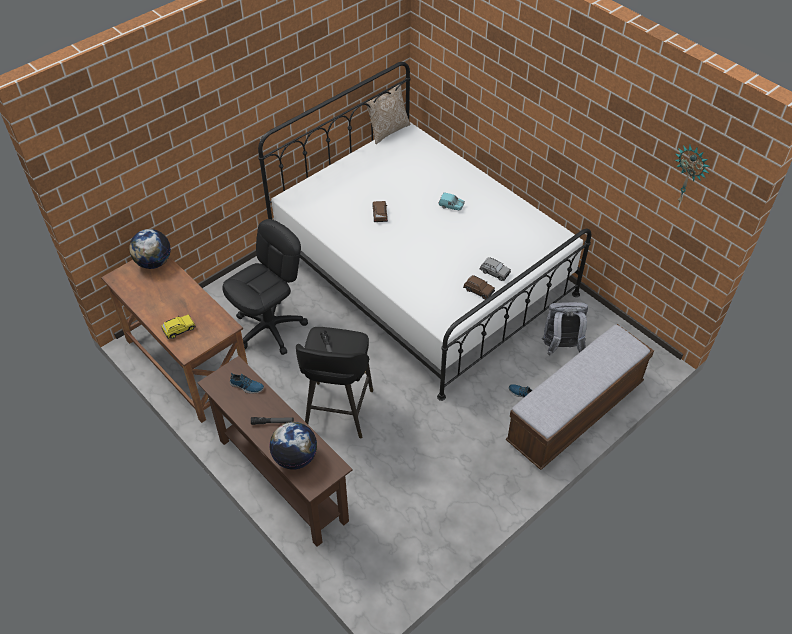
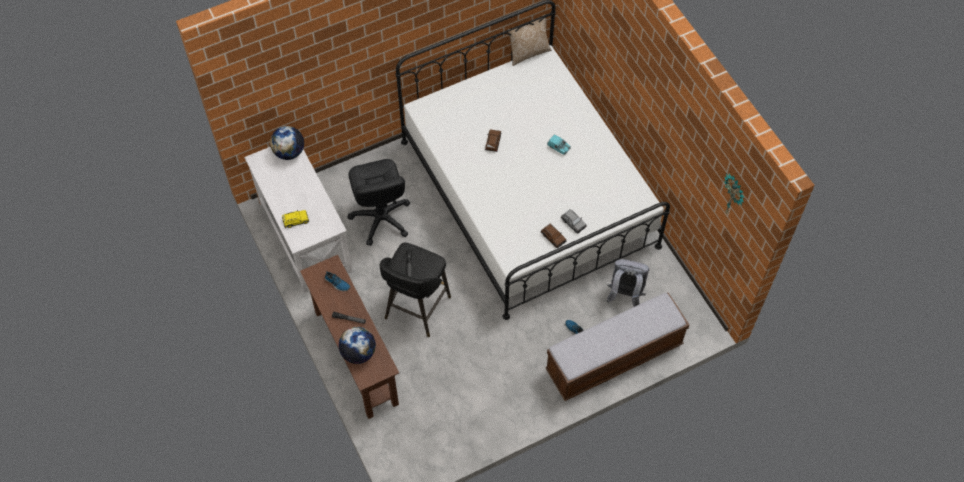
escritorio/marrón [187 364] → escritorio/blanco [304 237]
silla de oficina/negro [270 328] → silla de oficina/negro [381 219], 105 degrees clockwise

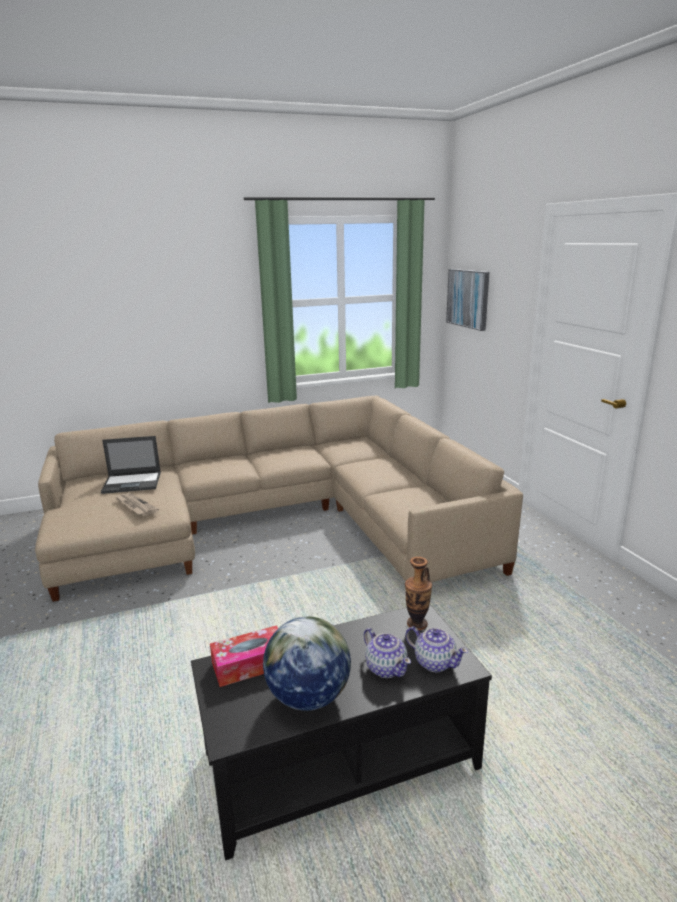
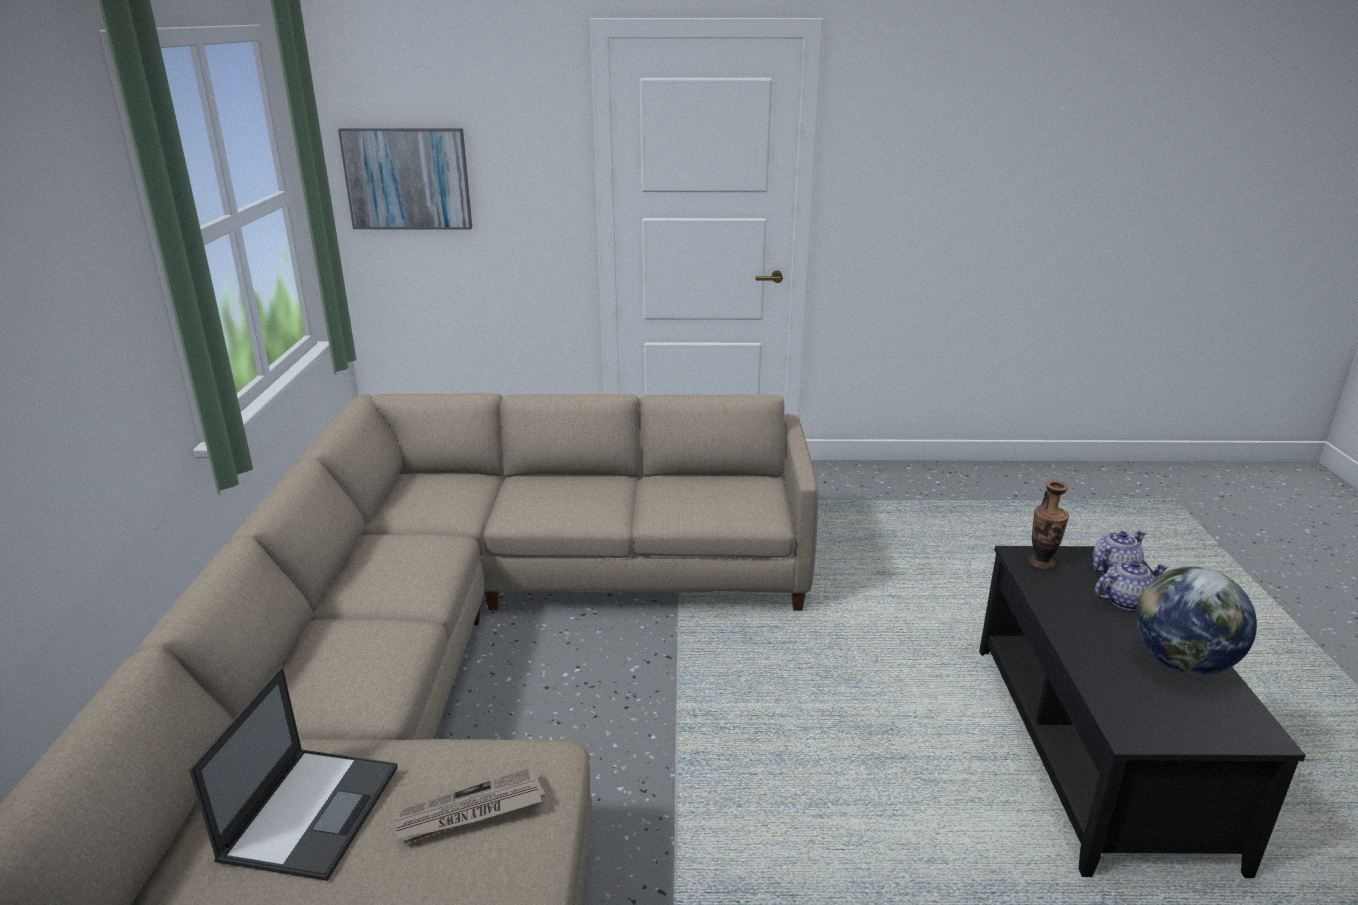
caja de pañuelos [250 664] → -

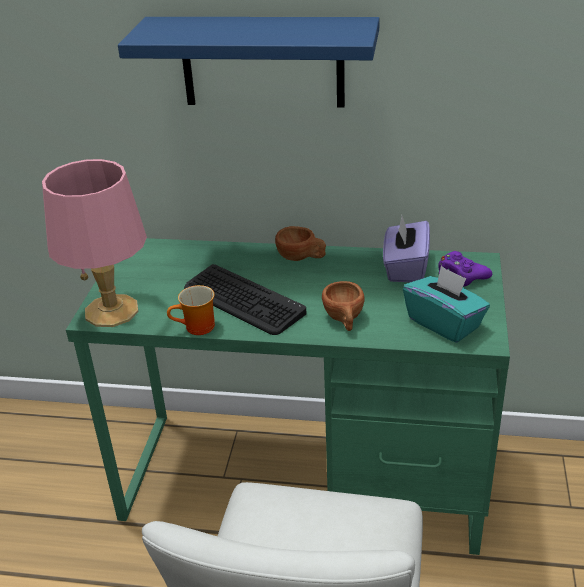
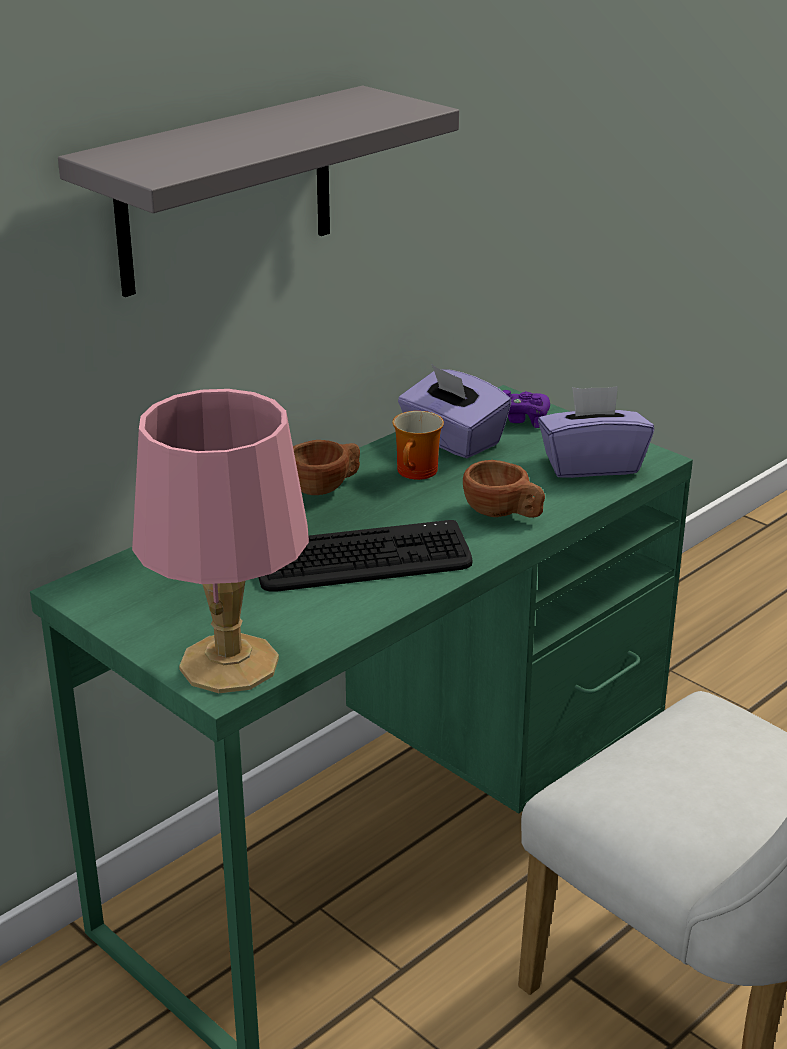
estante/azul [262 62] → estante/gris [226 191]
taza grande [197 329] → taza grande [419 473], shifted
caja de pañuelos/turquesa [444 323] → caja de pañuelos/morado [591 465]

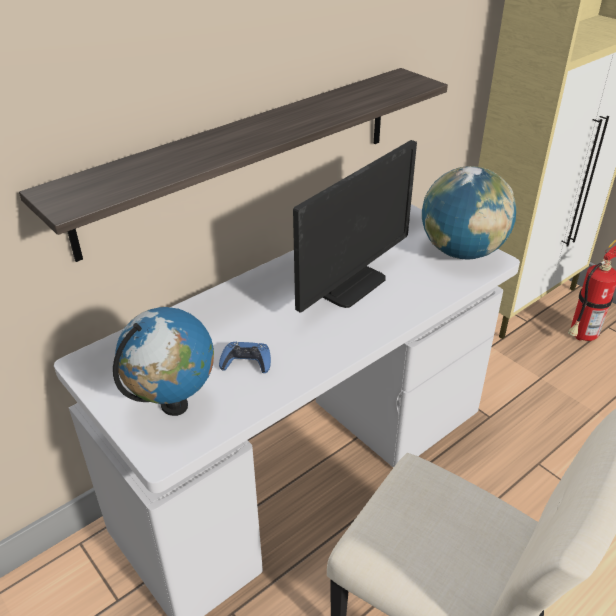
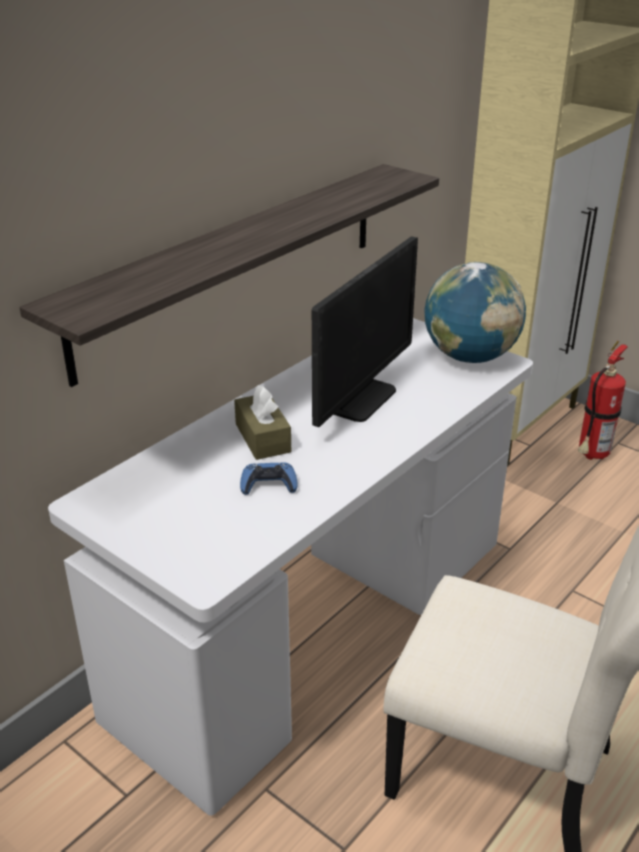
globo terráqueo [174 405] → -
- → caja de pañuelos/marrón [263 438]

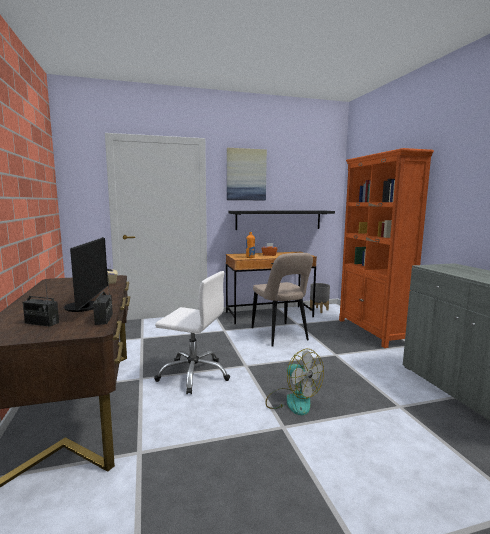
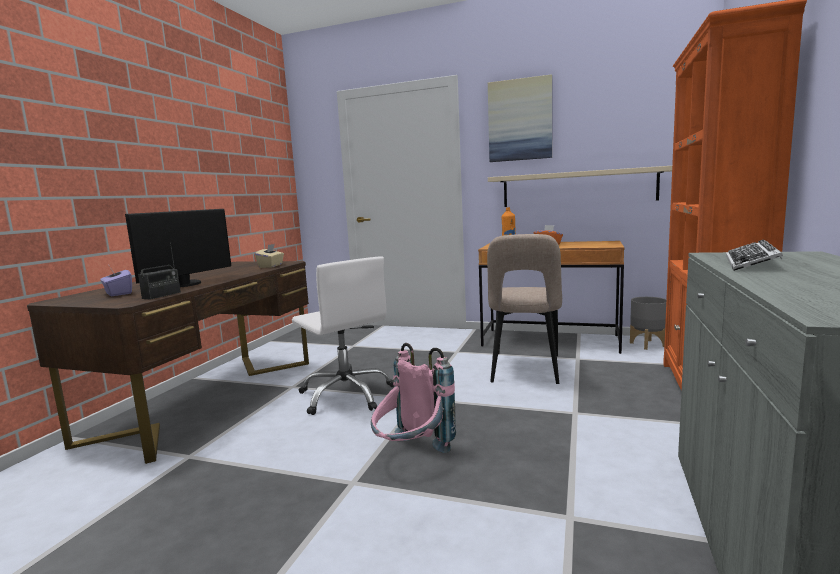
radio [42 323] → caja de pañuelos/morado [118 293]
estante/negro [278 220] → estante/beis [578 188]
ventilador [292 400] → mochila/rosa [412 455]
- → teclado [751 263]

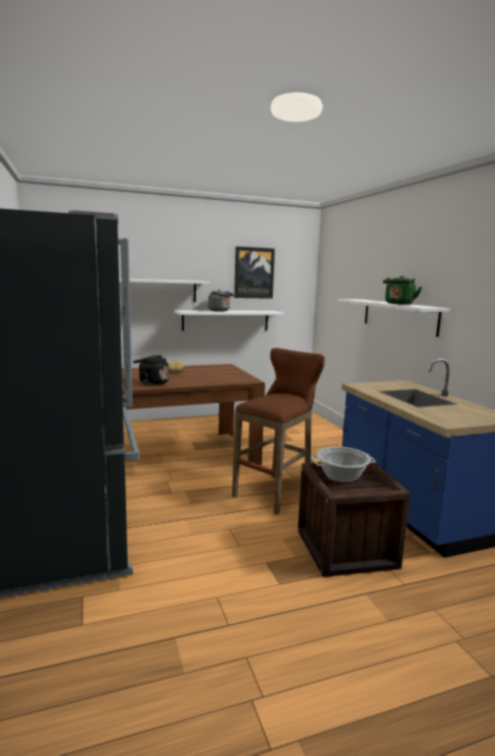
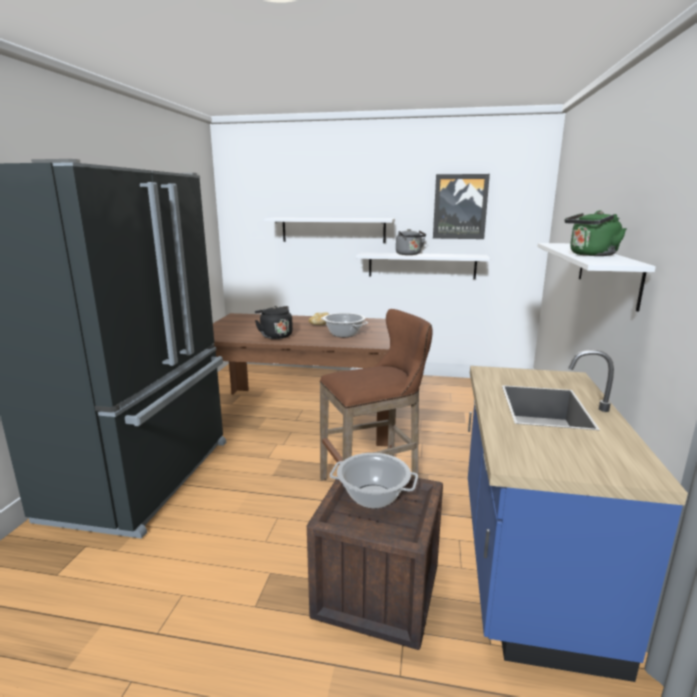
- → olla [343 334]

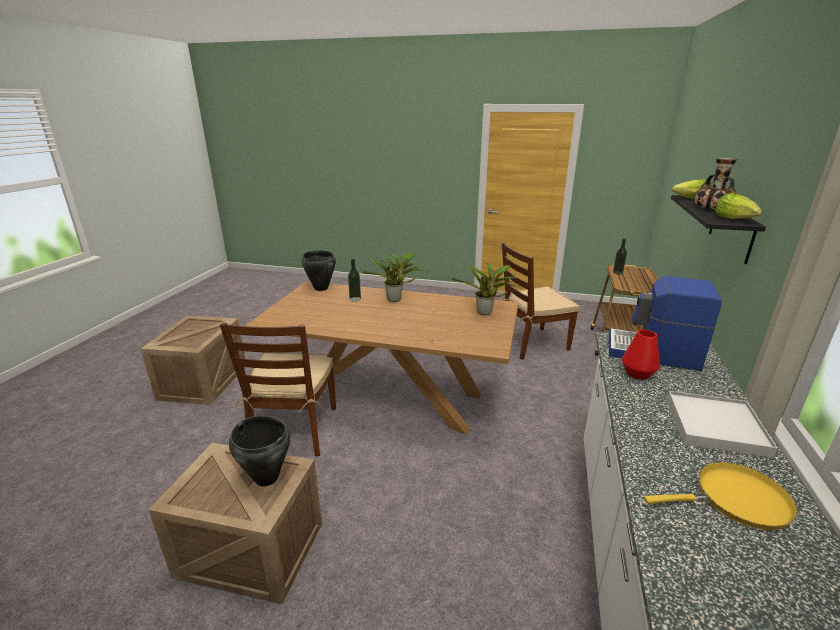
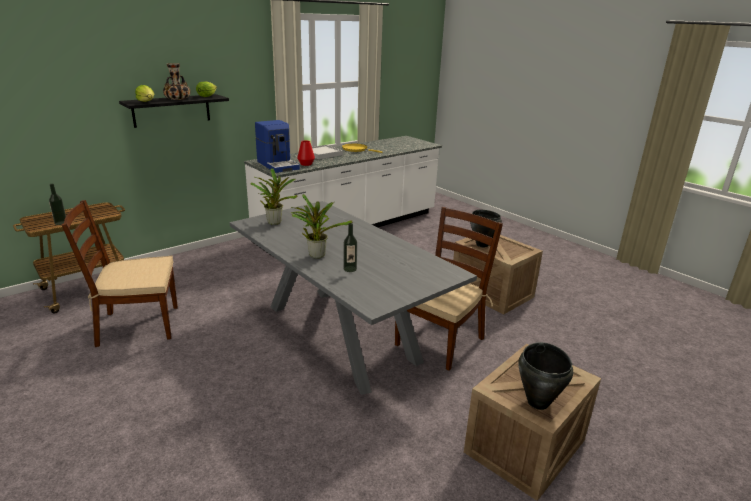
mesa de comedor/marrón [392 398] → mesa de comedor/gris [340 333]
olla/negro [321 288] → olla/negro [538 402], shifted
silla/marrón [531 343] → silla/marrón [137 325], 150 degrees clockwise

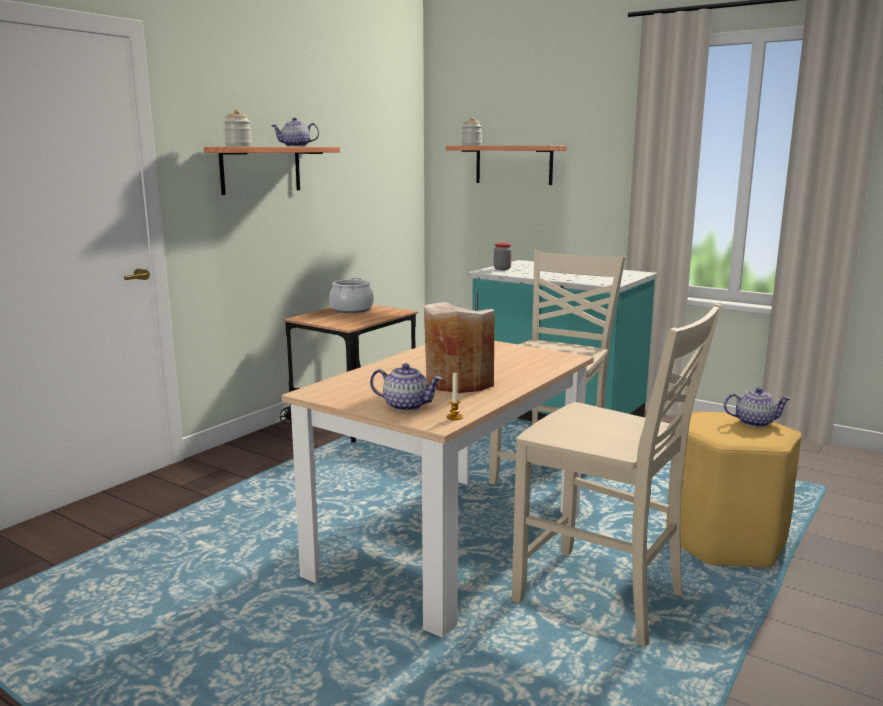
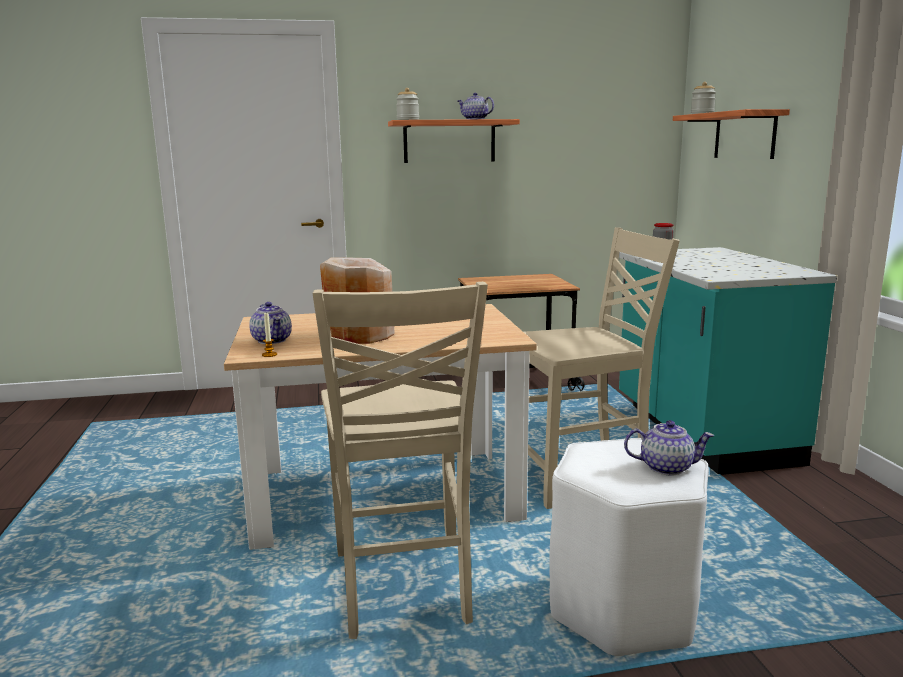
olla [352 309] → -
taburete/amarillo [724 541] → taburete/blanco [622 609]
tetera [754 422] → tetera [667 467], 45 degrees counterclockwise

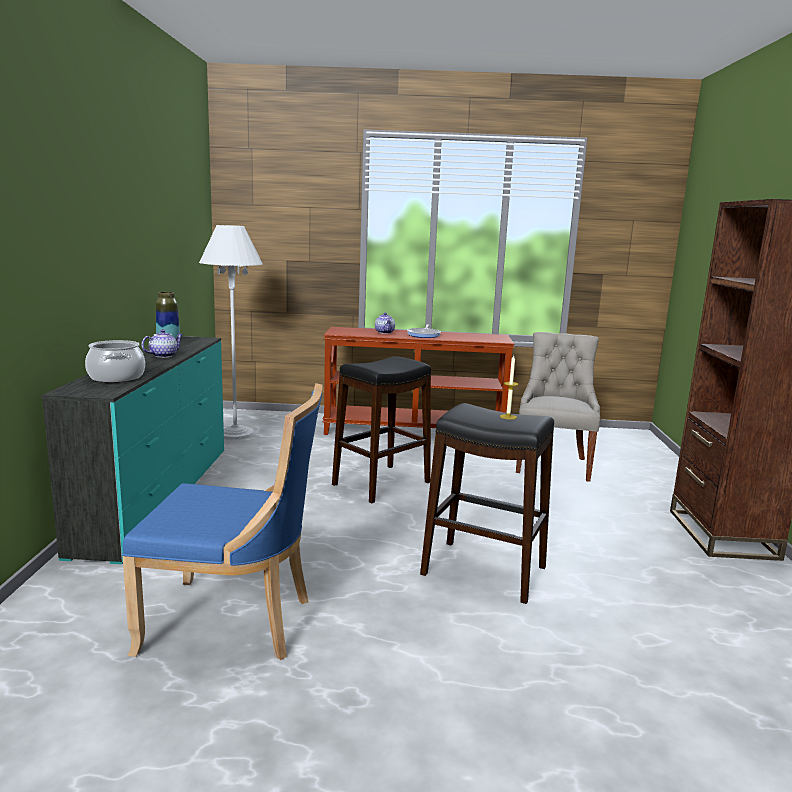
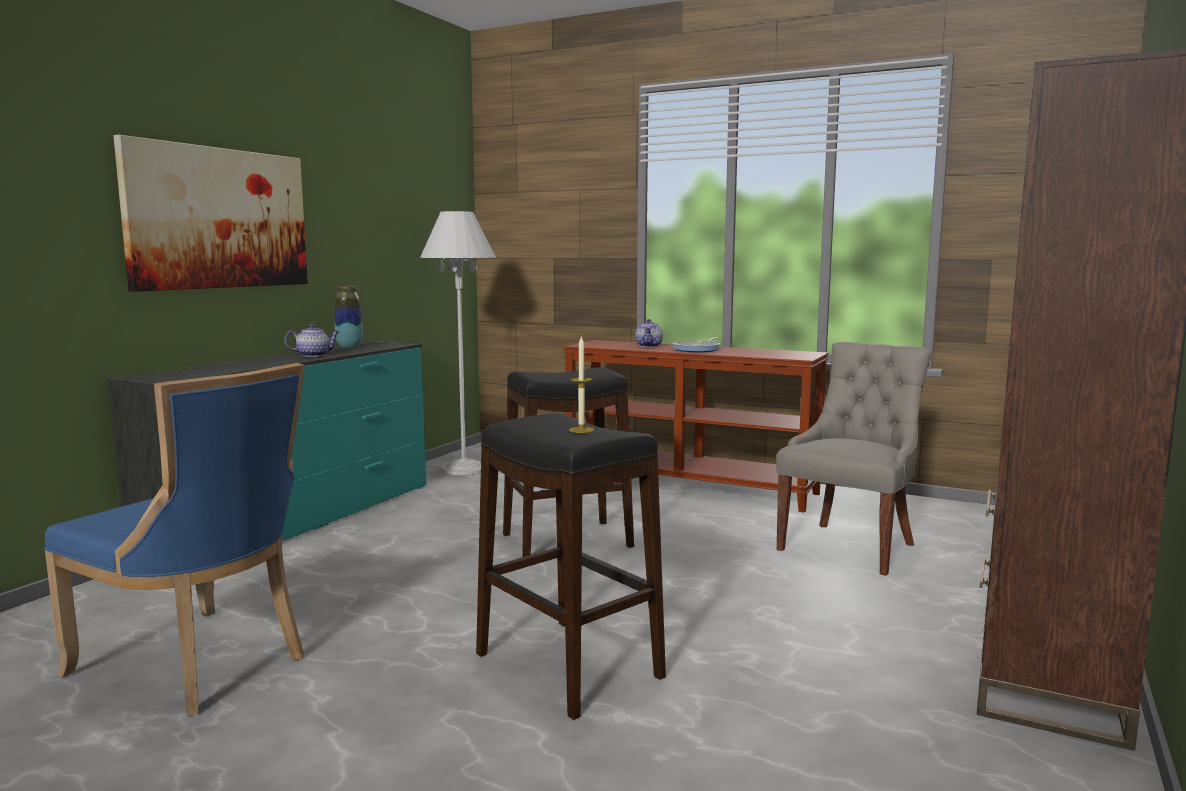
olla [117 377] → -
- → cuadro [219 218]

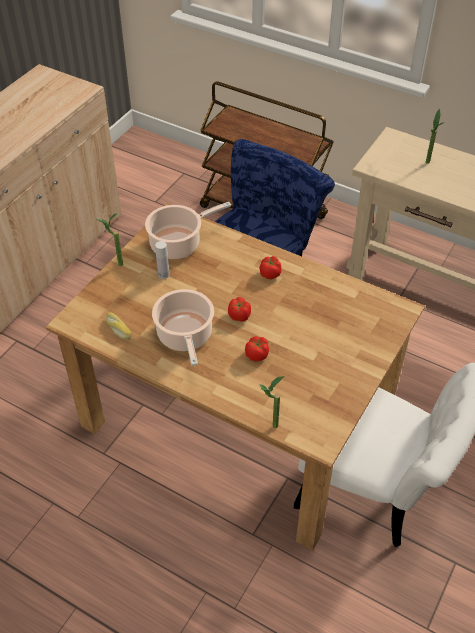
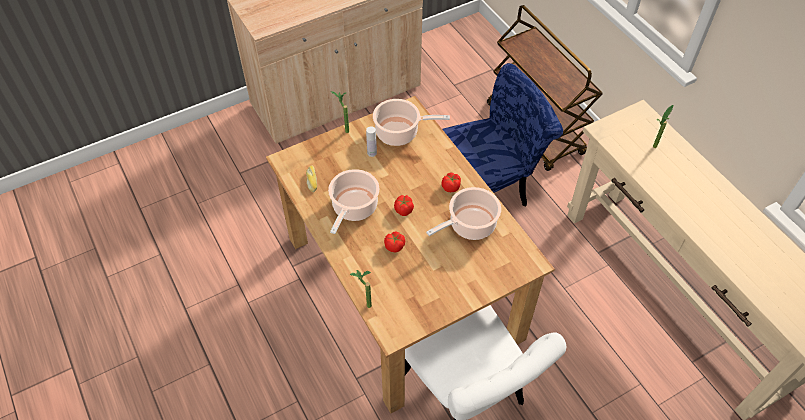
- → olla [469 225]

